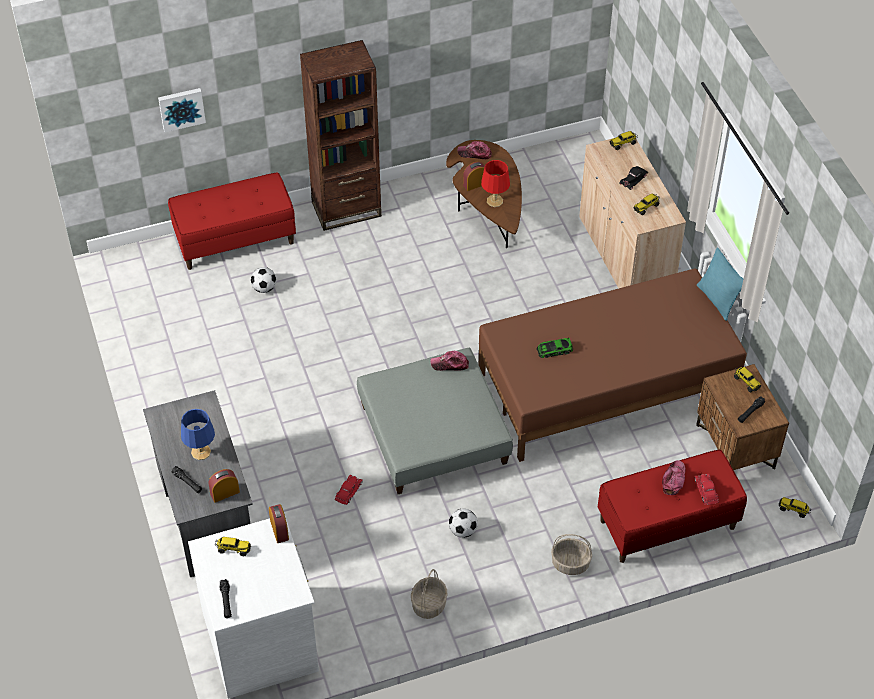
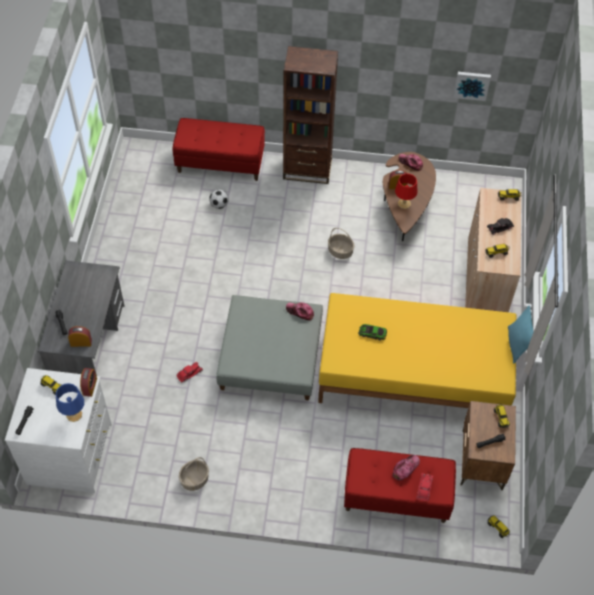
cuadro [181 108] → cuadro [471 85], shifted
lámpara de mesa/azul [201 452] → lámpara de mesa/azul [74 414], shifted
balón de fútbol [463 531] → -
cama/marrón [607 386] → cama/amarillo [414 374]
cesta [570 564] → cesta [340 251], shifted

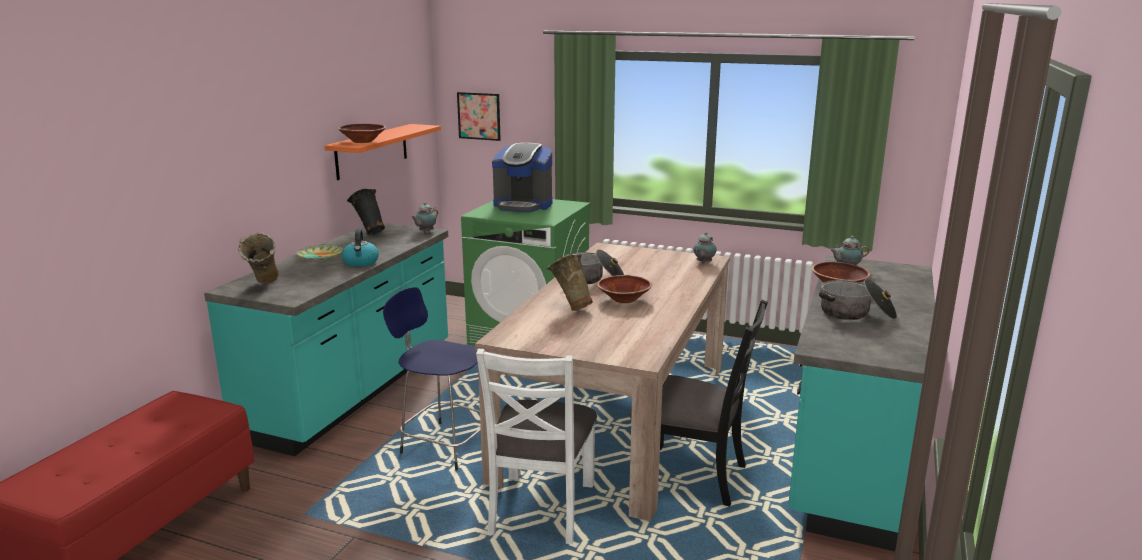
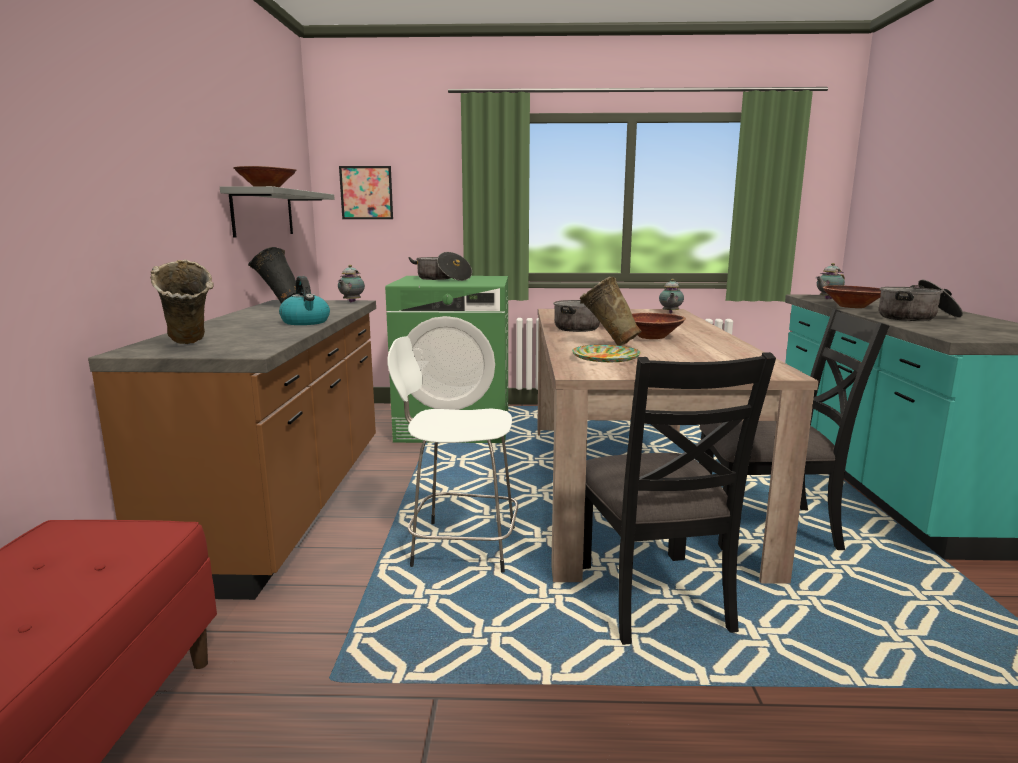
mueble bajo de cocina/turquesa [353 391] → mueble bajo de cocina/marrón [287 506]
plato [320 256] → plato [606 358], shifted
estante/naranja [372 151] → estante/gris [263 213]
taburete/azul [444 445] → taburete/blanco [460 546]
silla/blanco [541 508] → silla/negro [652 596]
cafetera [523 205] → olla [442 279]

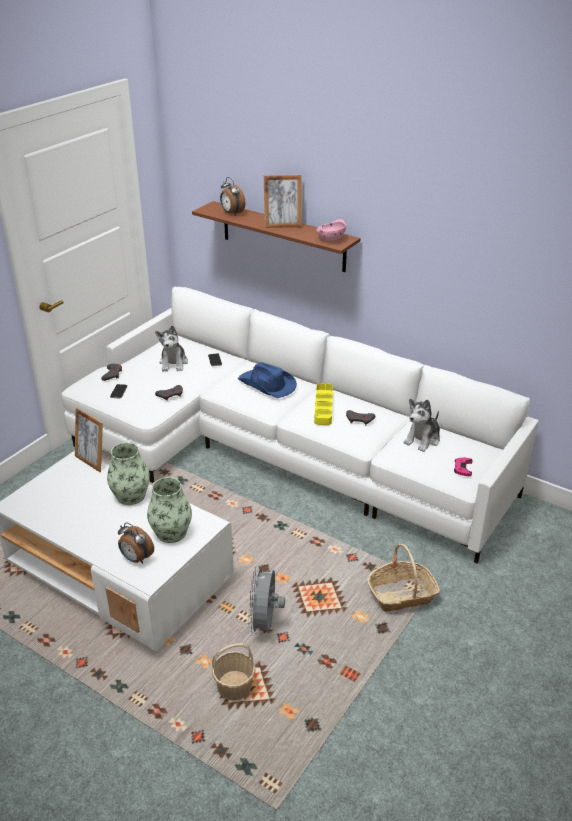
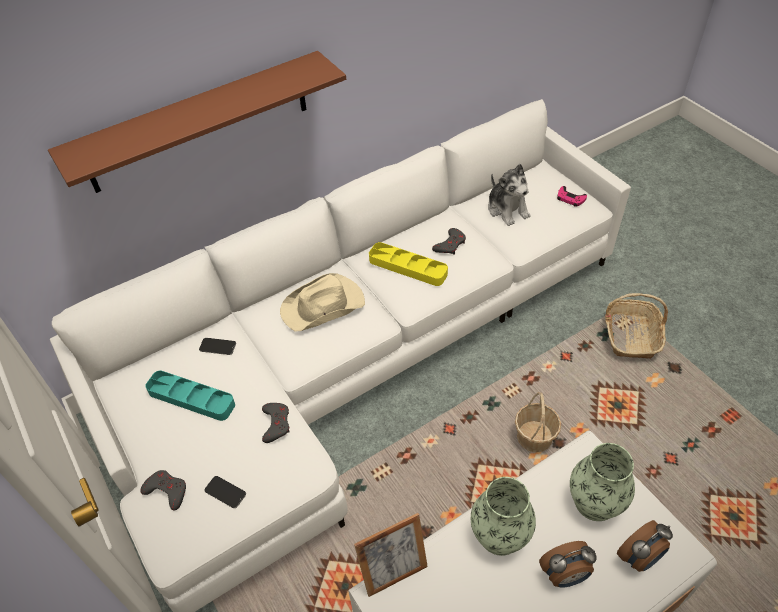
peluche [174 363] → bandeja/turquesa [191 398]
cesta [234 686] → cesta [534 437], shifted
despertador [232 213] → despertador [564 575], shifted
sombrero/azul [267 385] → sombrero/beis [324 306]
ventilador/gris [265 624] → -
portarretratos [282 225] → -
cuenco/rosa [330 239] → -

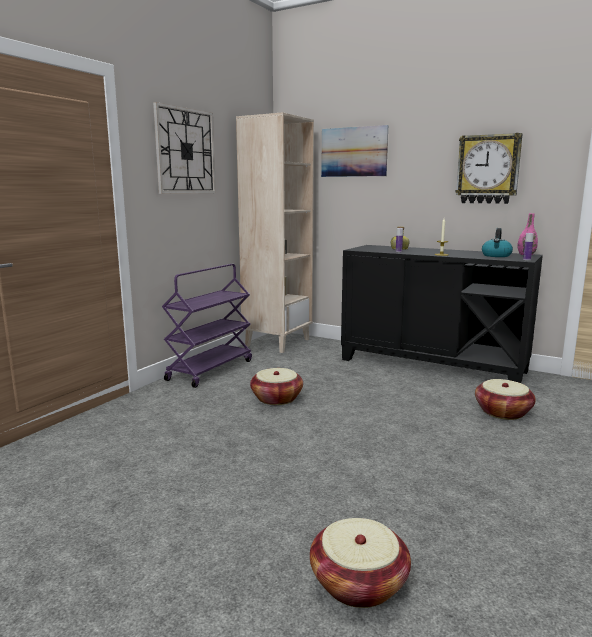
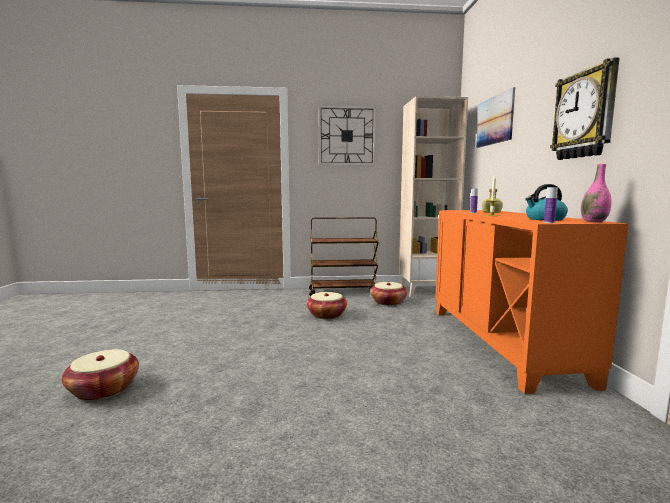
carrito/morado [210 370] → carrito/marrón [343 292]
armario/negro [432 365] → armario/naranja [501 342]
cesta [502 412] → cesta [388 302], shifted

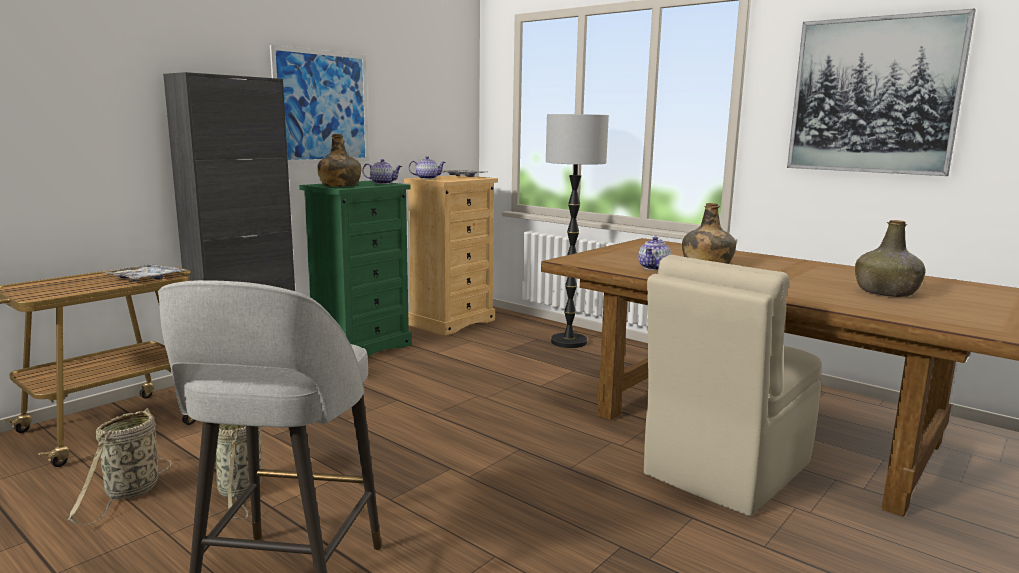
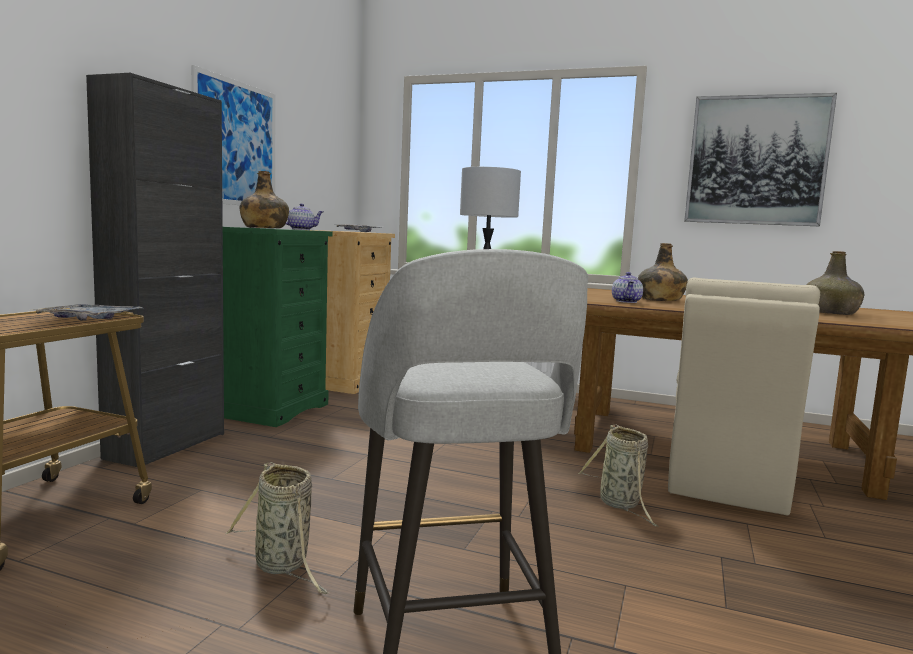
cesta [130 493] → cesta [621 504], shifted
tetera [427 178] → -

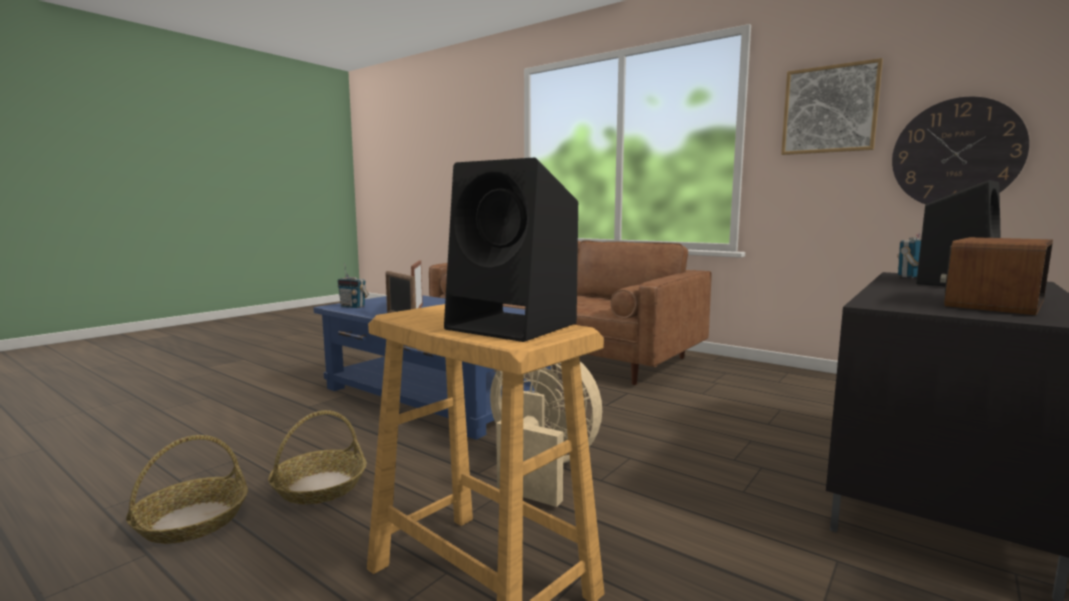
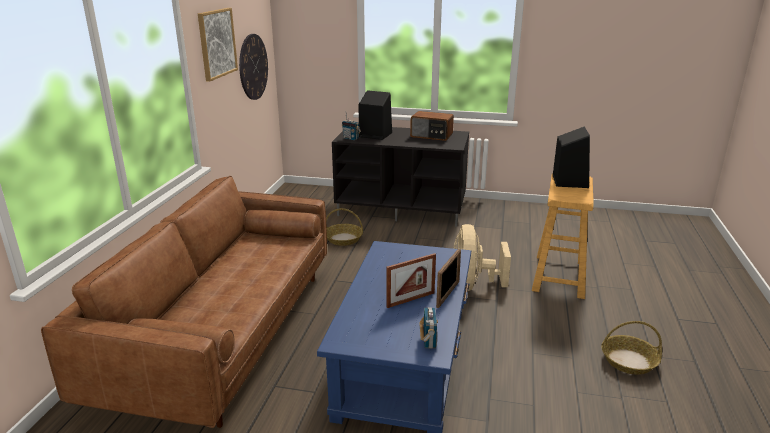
cesta [320 486] → cesta [343 239], shifted

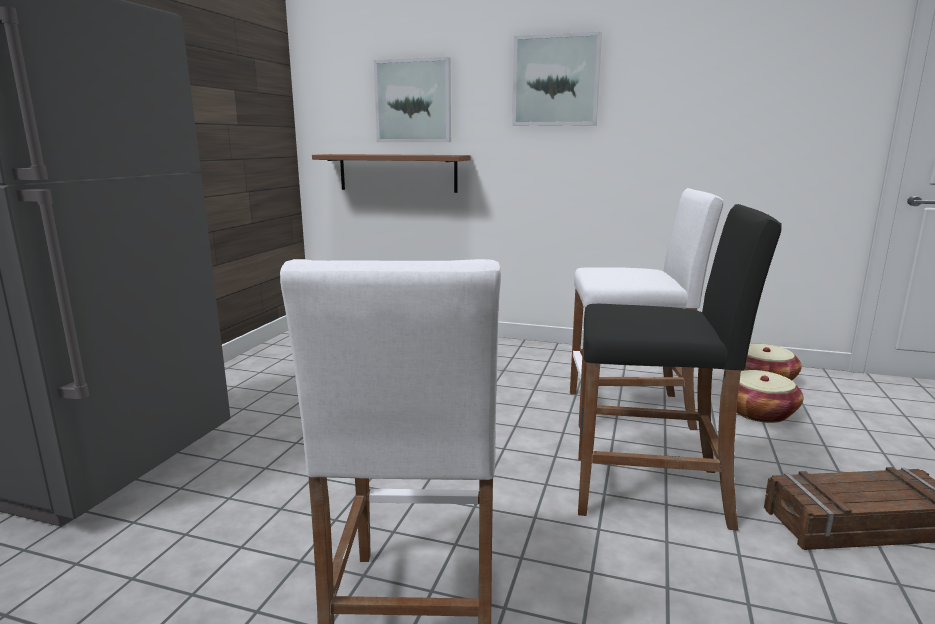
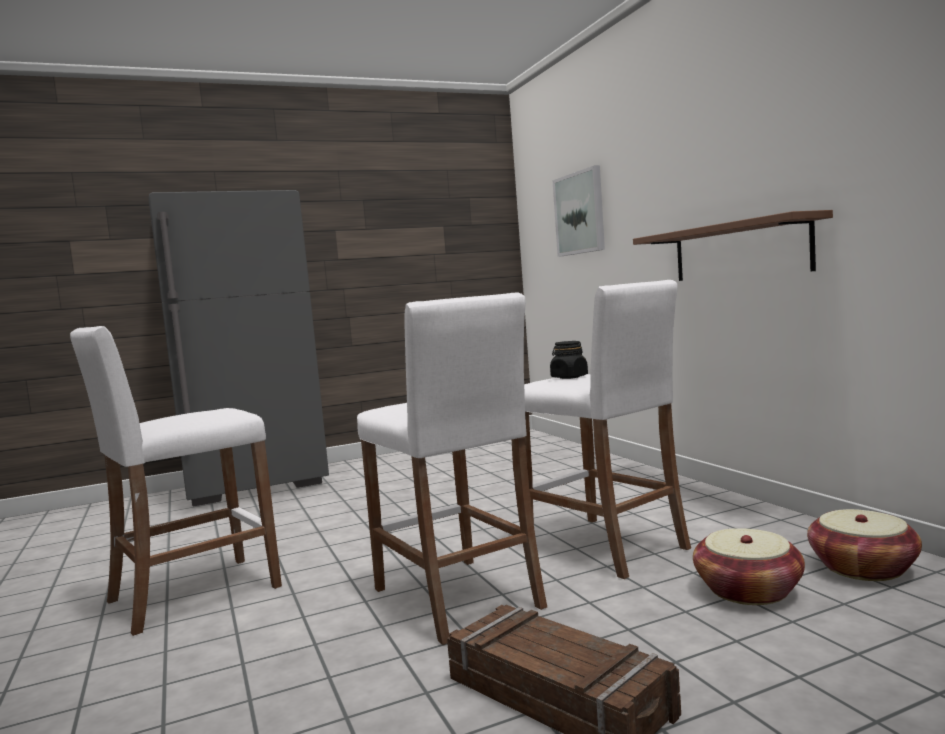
estante/marrón [397 172] → estante/marrón [739 251], shifted
cuadro [556 80] → -
taburete/negro [650 491] → taburete/blanco [457 598]
- → tarro/negro [569 377]

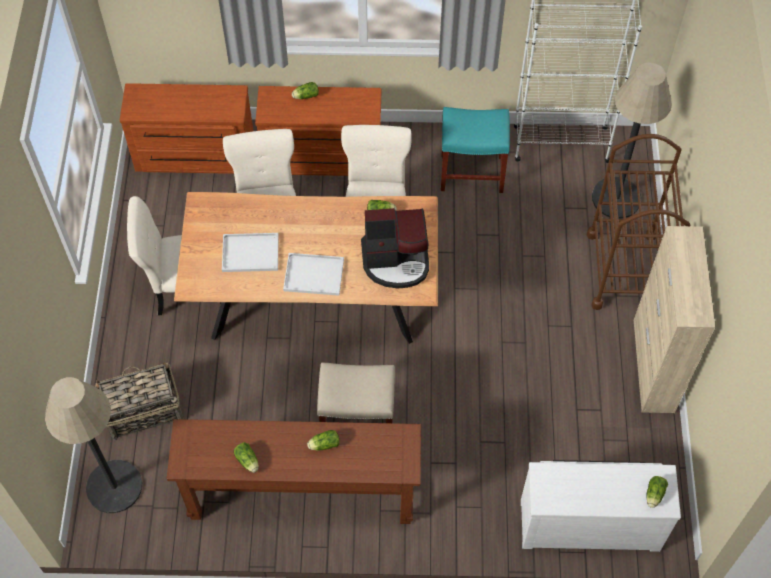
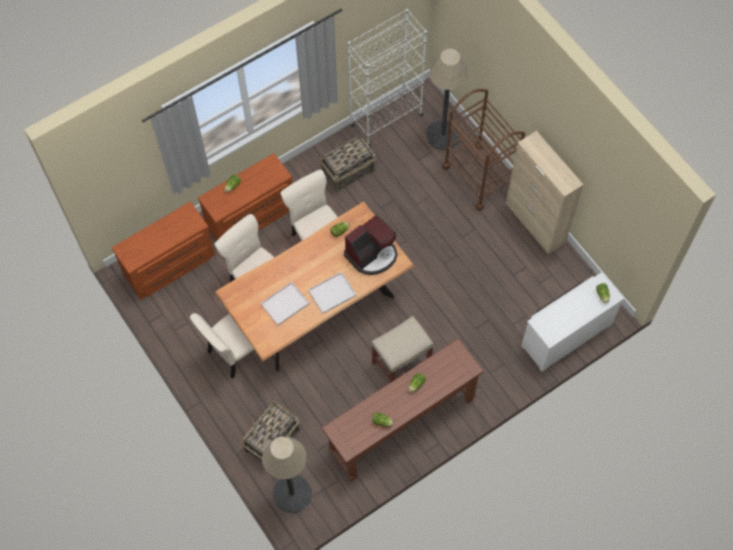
taburete/turquesa [470 173] → cesta [348 171]

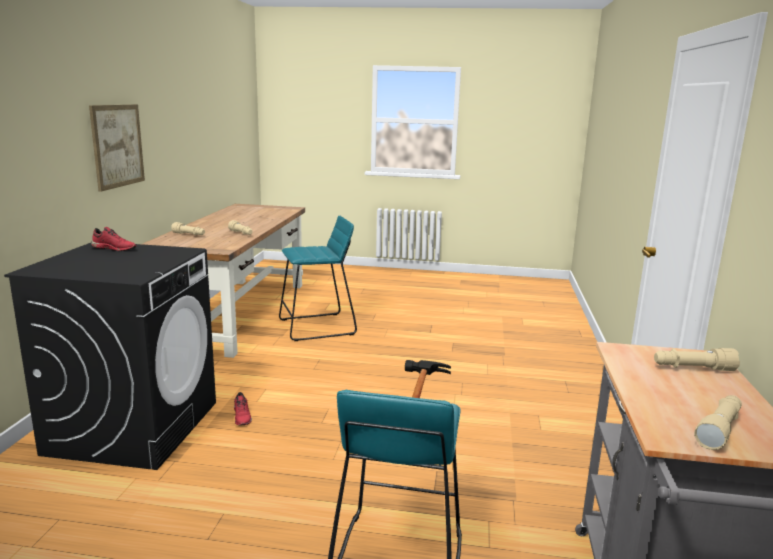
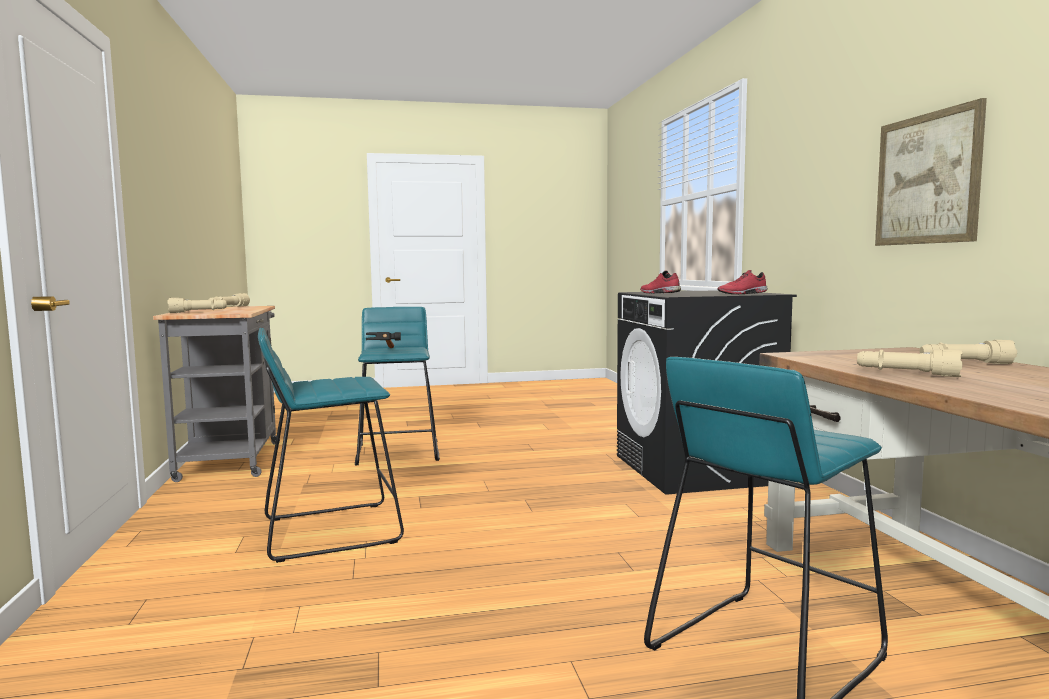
zapato/rojo [242 417] → zapato/rojo [659 293], shifted
- → taburete/turquesa [331 530]

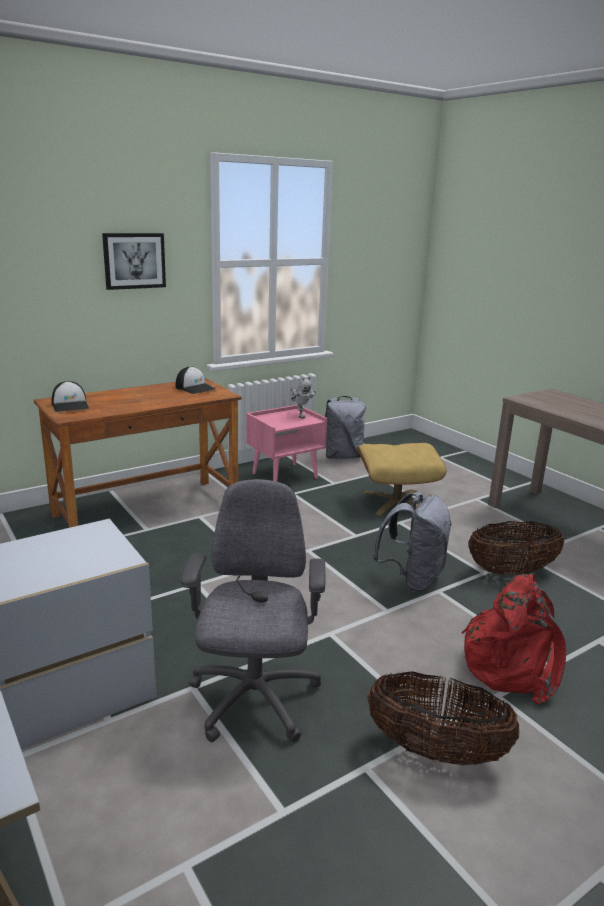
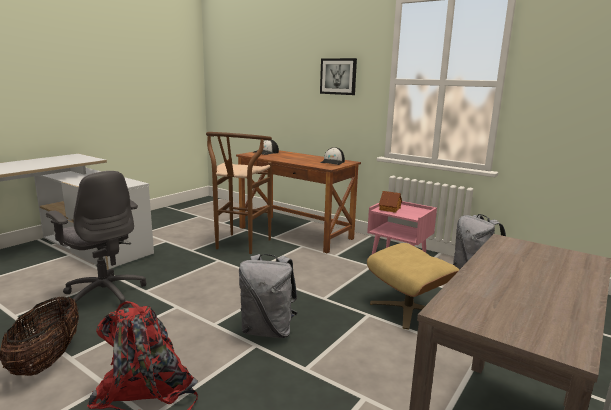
silla de oficina/gris [253 701] → silla de oficina/gris [104 294], 60 degrees clockwise
robot de juguete [301 415] → -
cesta [511 571] → -
- → taburete/marrón [240 246]
- → casita [390 209]

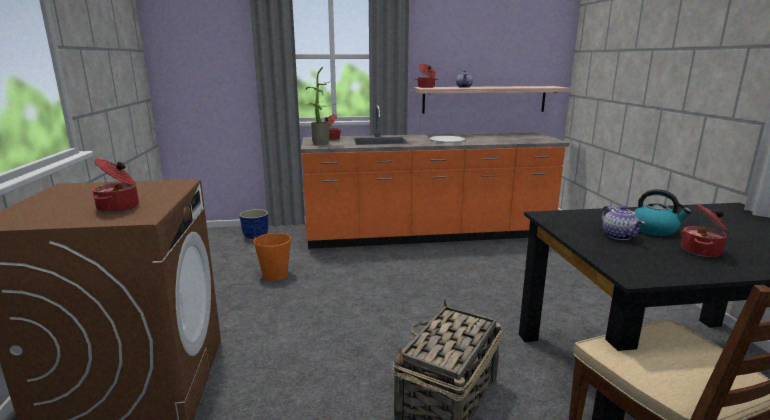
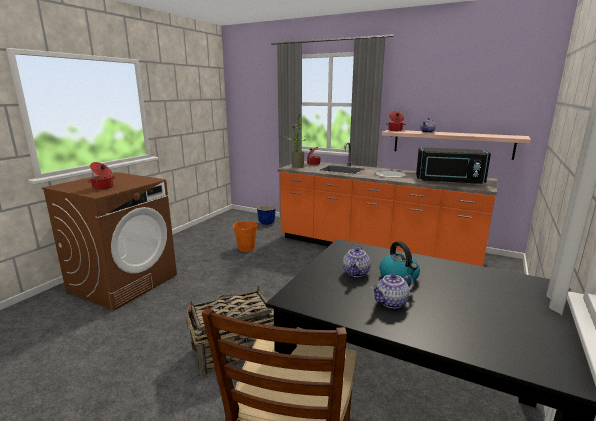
olla [702 251] → tetera [391 303]
- → microondas/negro [449 182]

